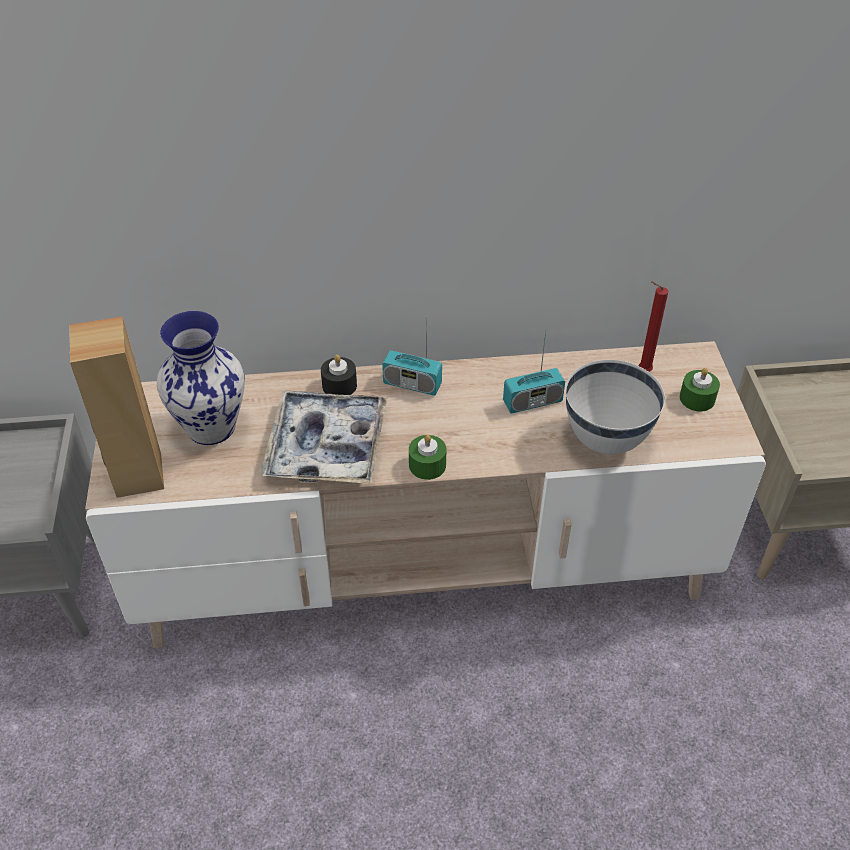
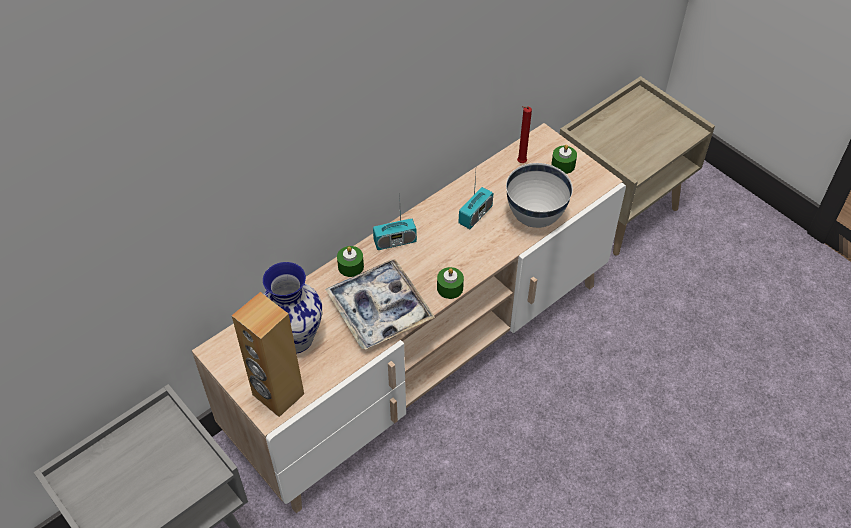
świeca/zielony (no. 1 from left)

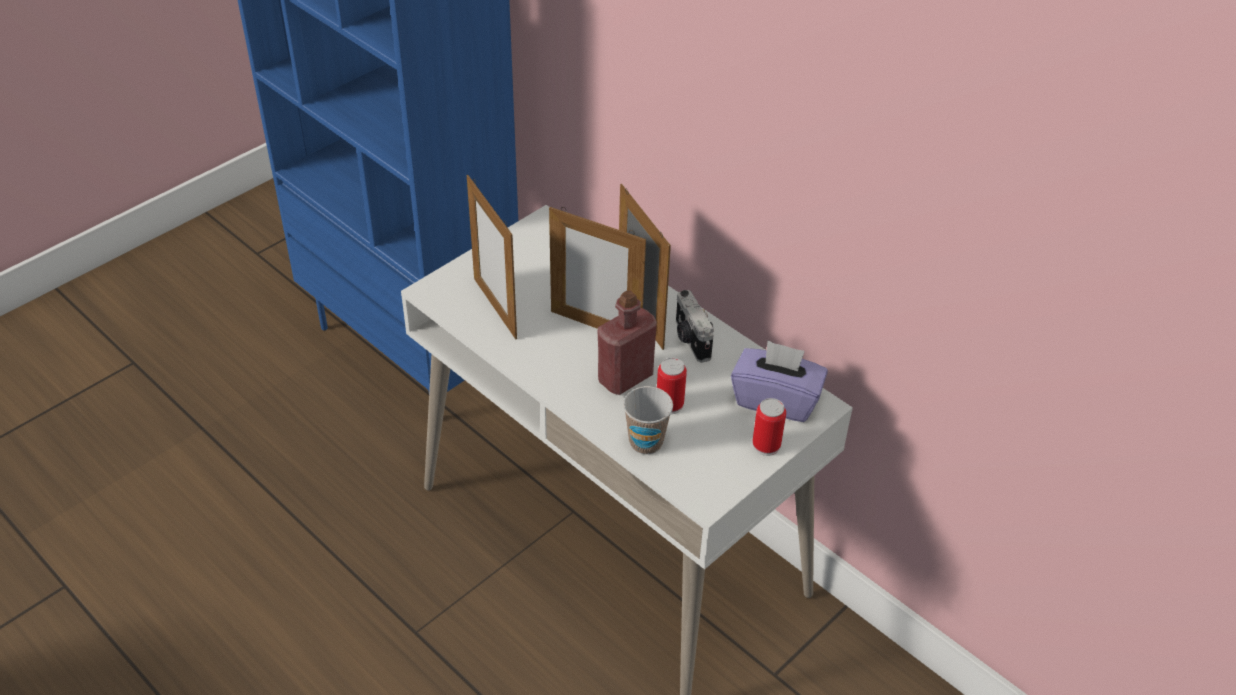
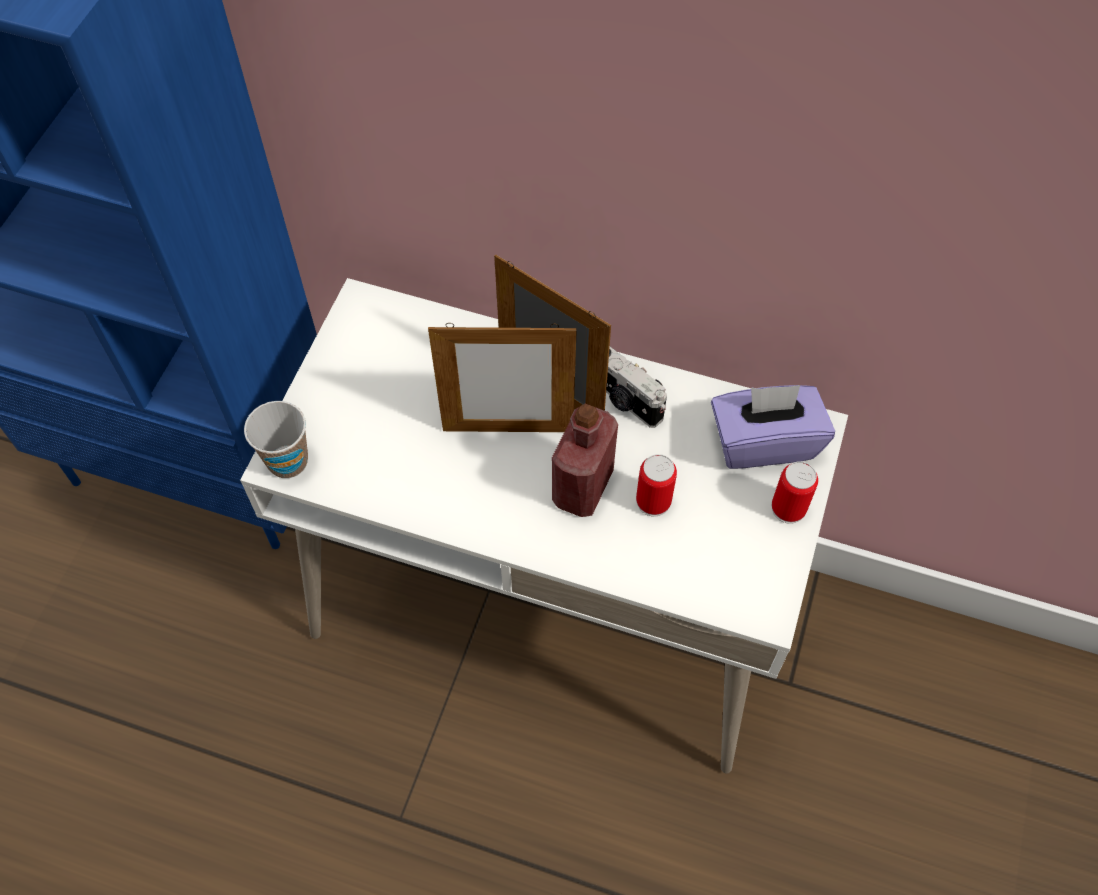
ramka na zdjęcie (no. 1 from left in the first image)
filiżanka

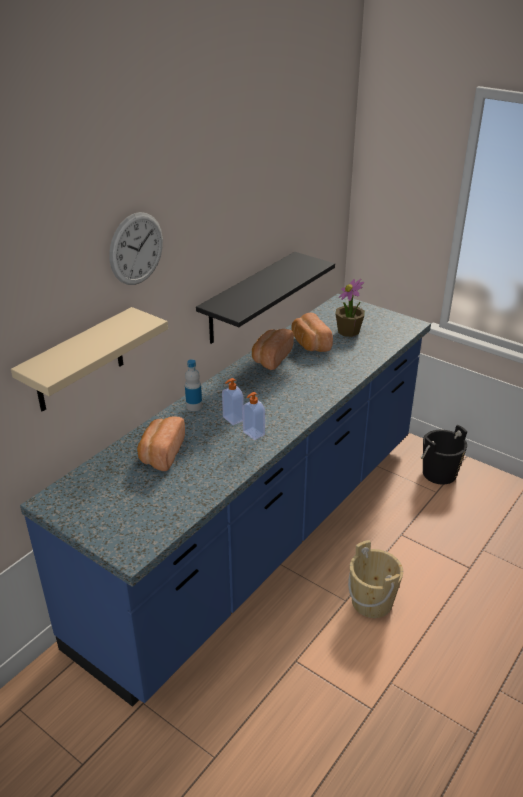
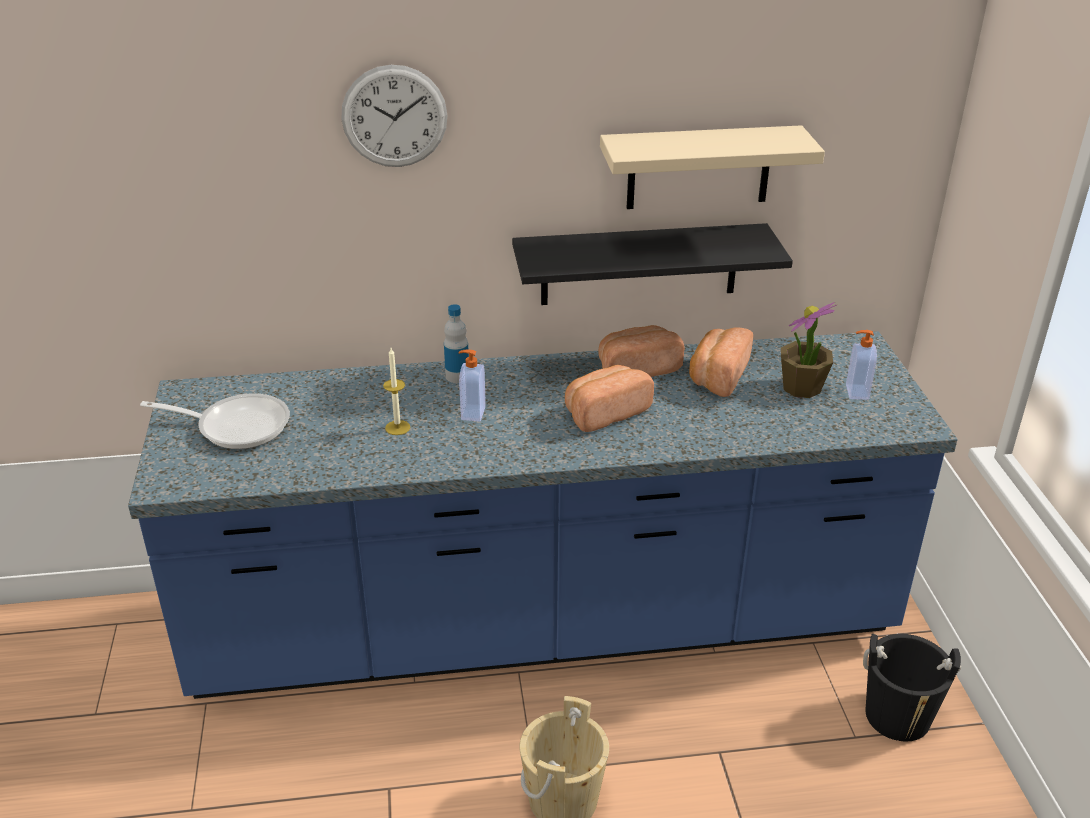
półka/beżowy
chleb (no. 1 from left)
dozownik mydła (no. 2 from left)
patelnia
świeca

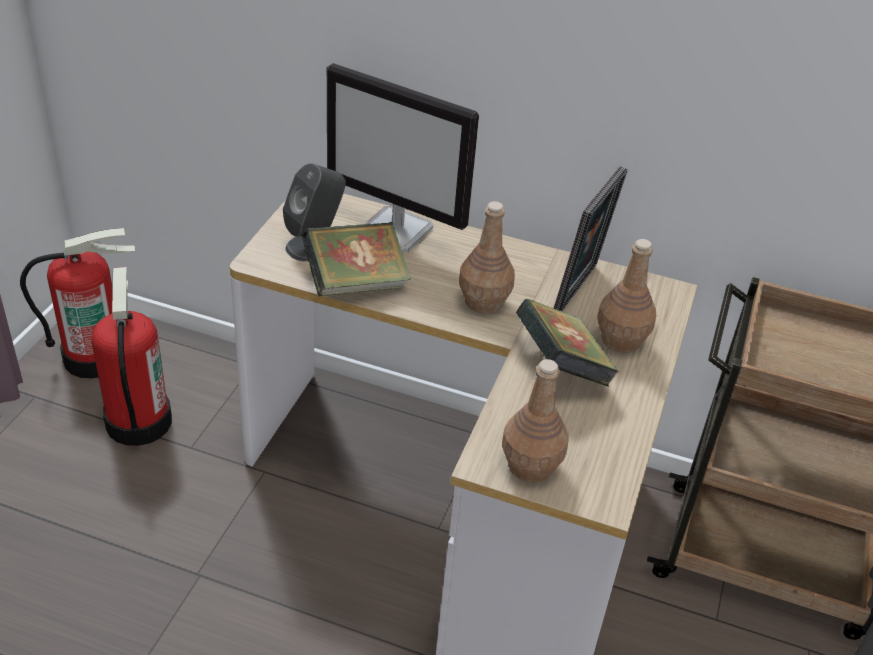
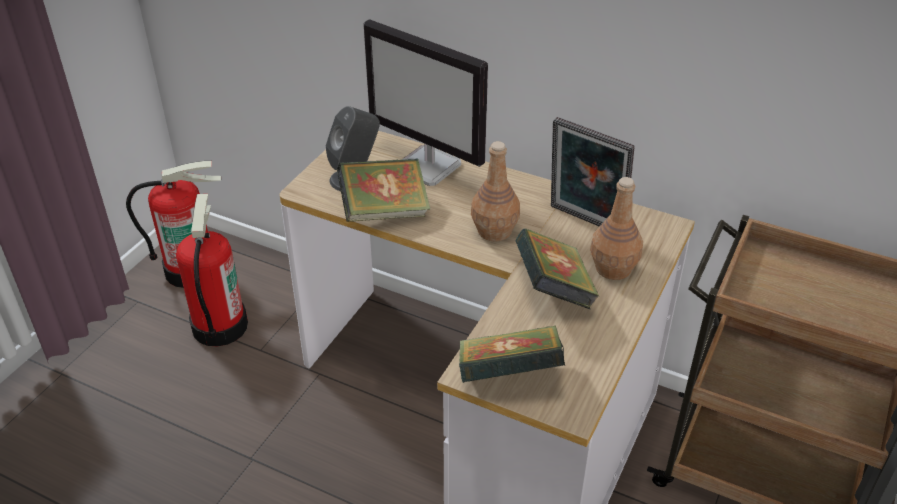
książka (no. 2 from left)
ramka na zdjęcie

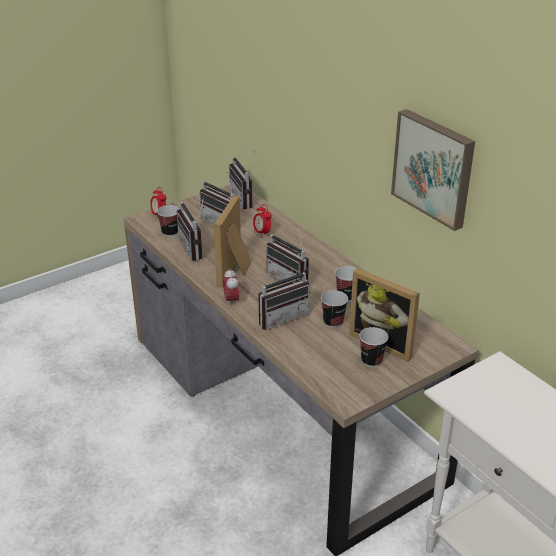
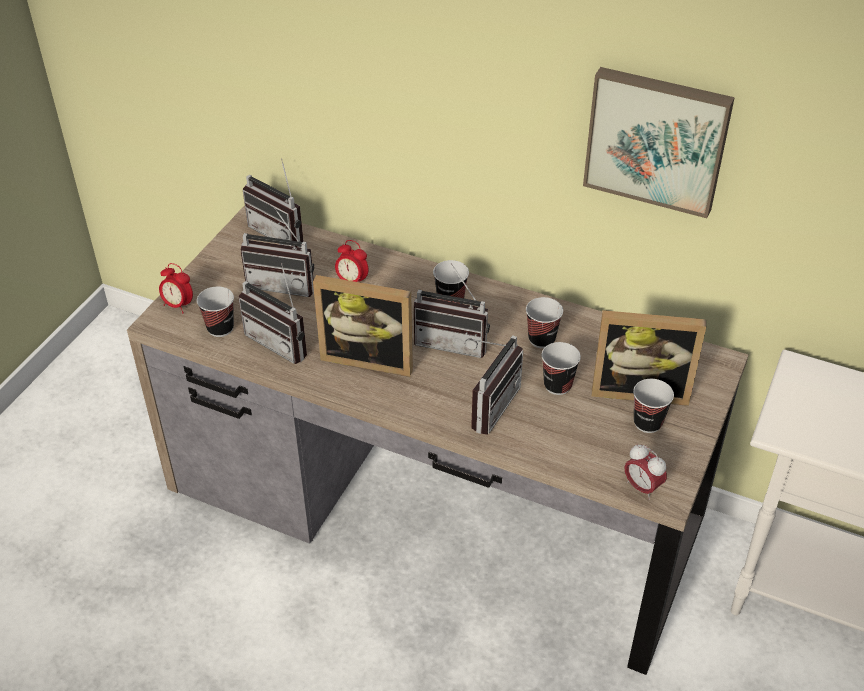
ramka na zdjęcie (no. 1 from left)
budzik (no. 3 from left)
filiżanka (no. 2 from left)

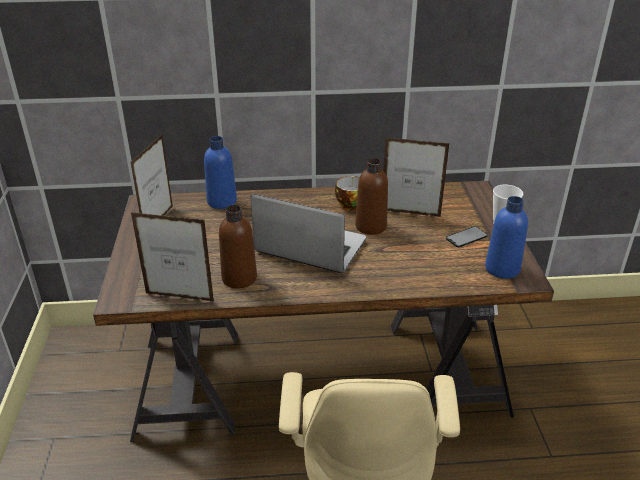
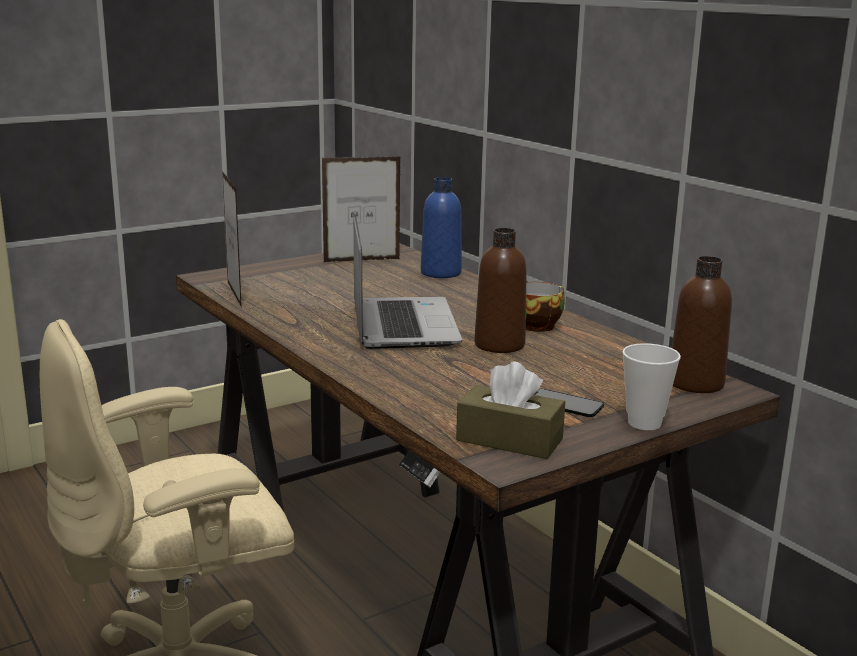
butelka/brązowy (no. 2 from left)
ramka na zdjęcie (no. 3 from left in the first image)
pudełko chusteczek/brązowy

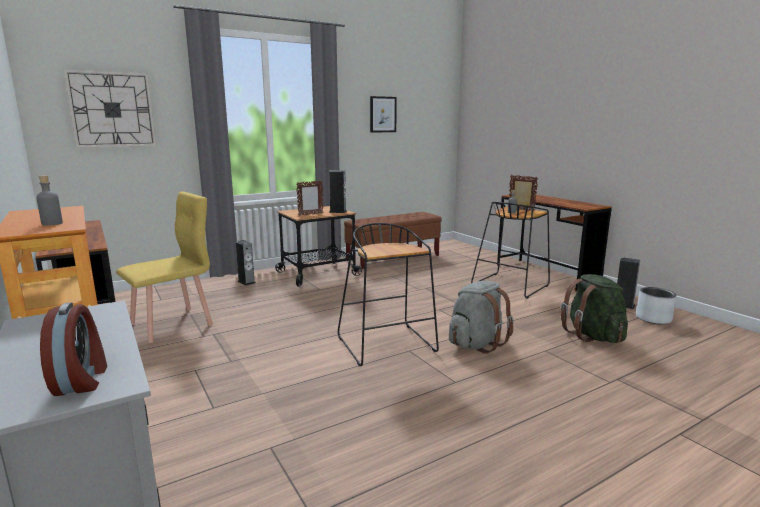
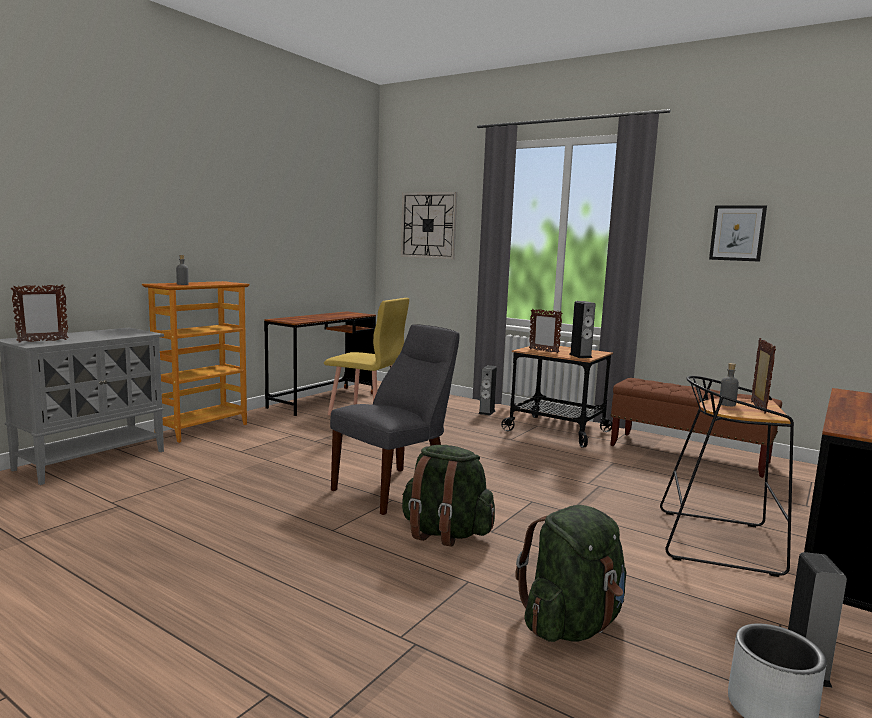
ramka na zdjęcie (no. 1 from left)
krzesło/szary
plecak/zielony (no. 1 from left)

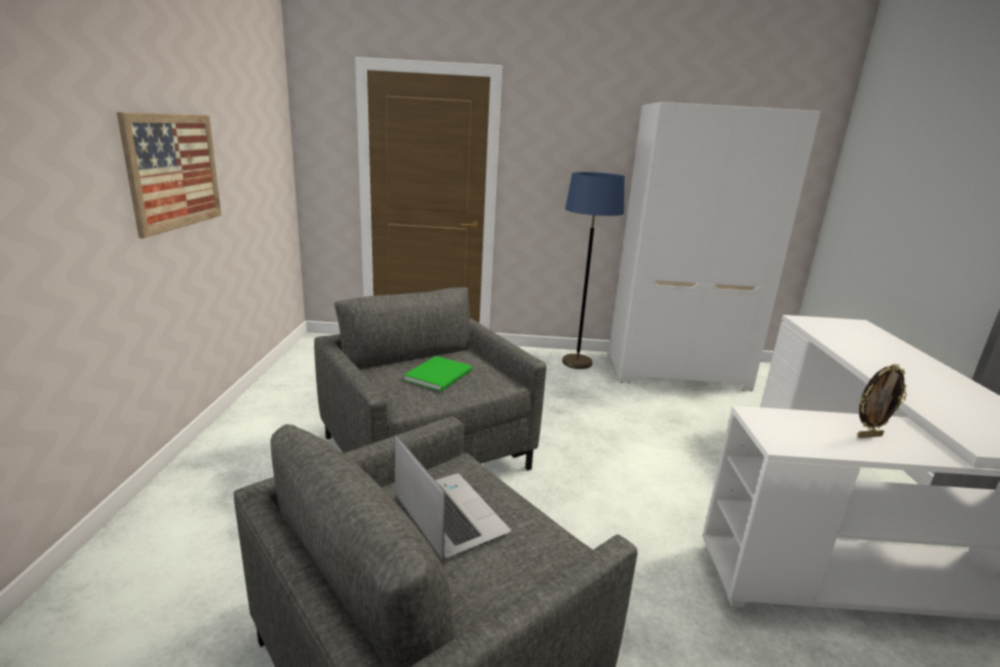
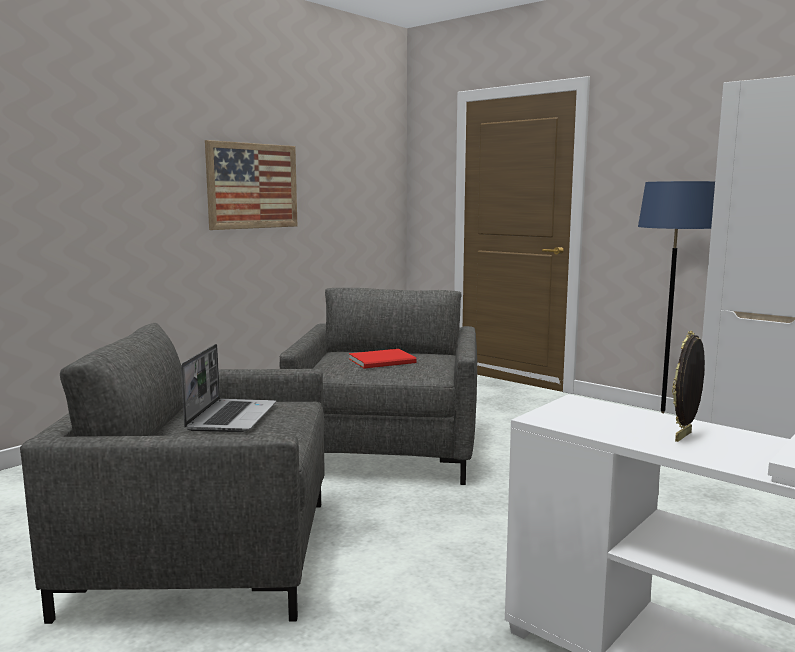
książka/czerwony
ramka na zdjęcie

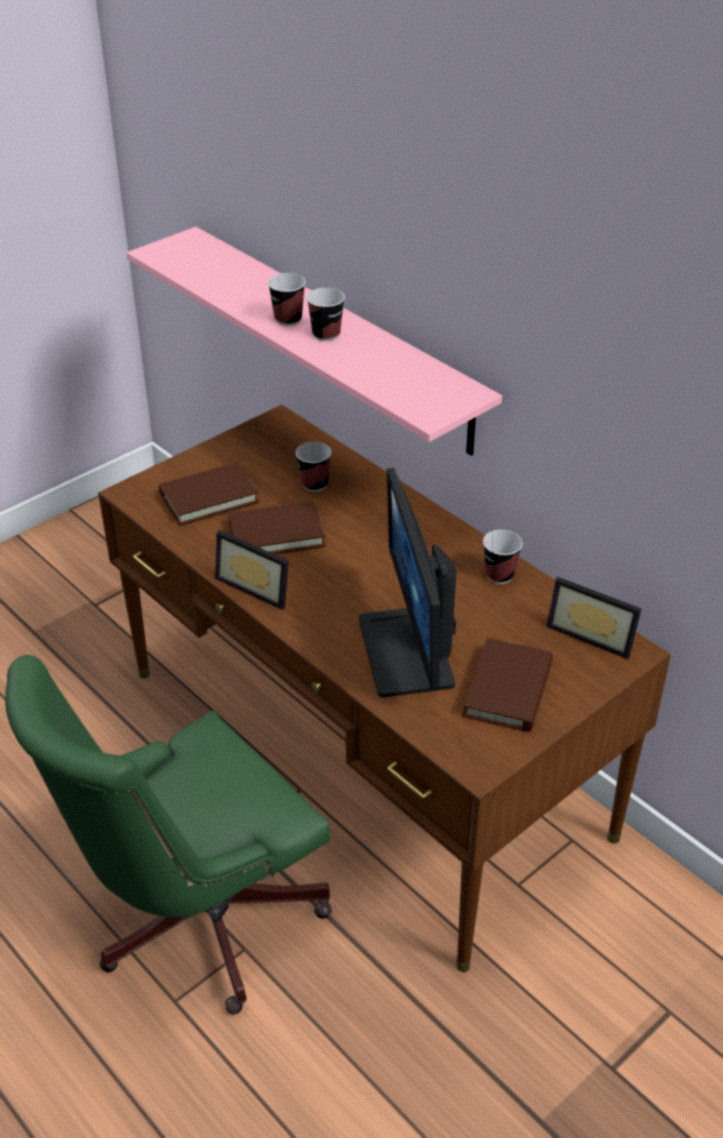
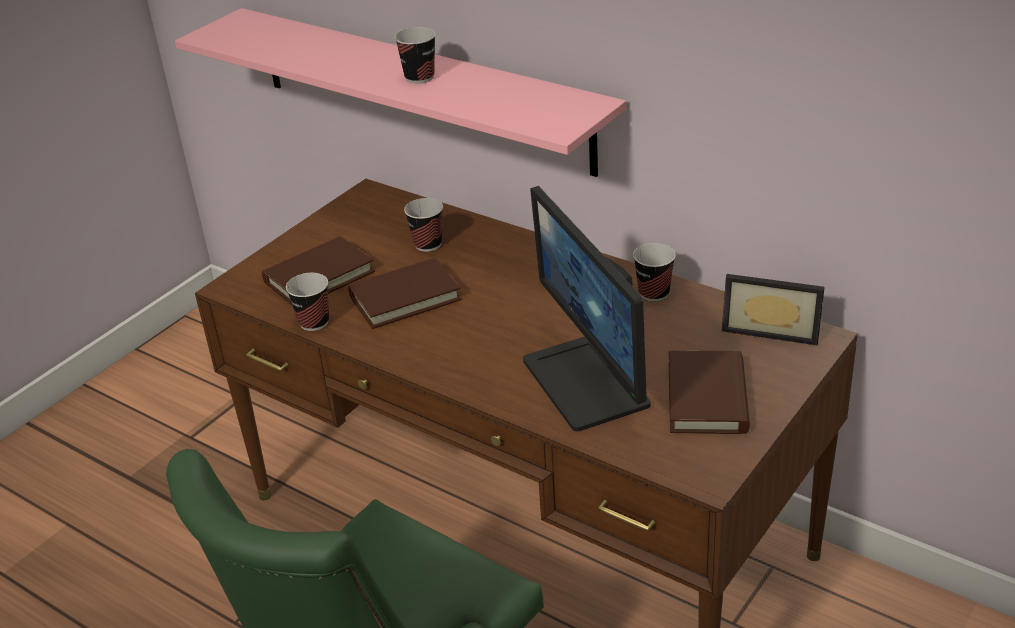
ramka na zdjęcie (no. 1 from left in the first image)
filiżanka (no. 1 from left)

